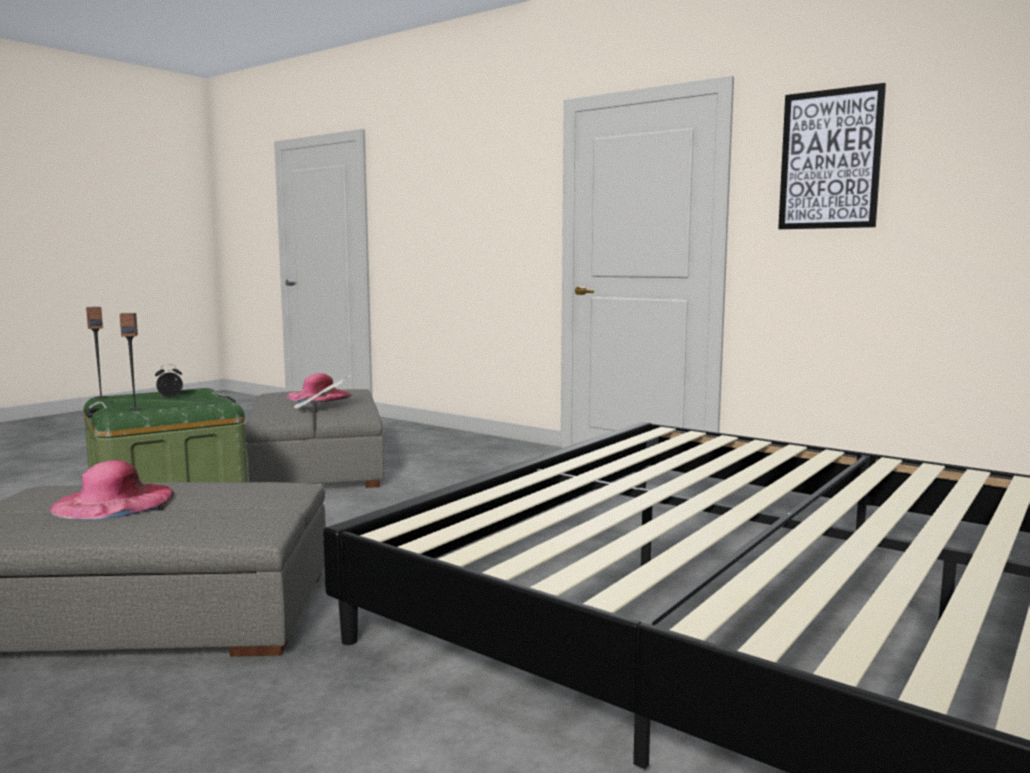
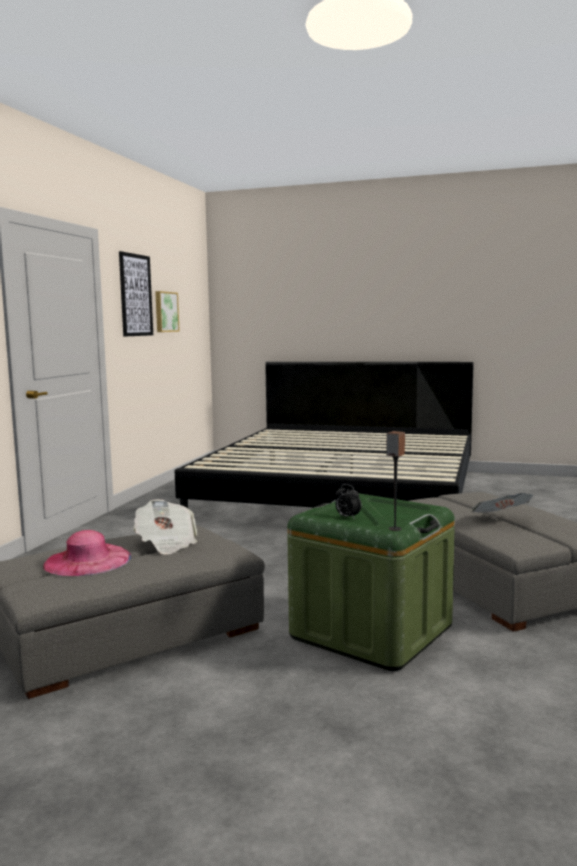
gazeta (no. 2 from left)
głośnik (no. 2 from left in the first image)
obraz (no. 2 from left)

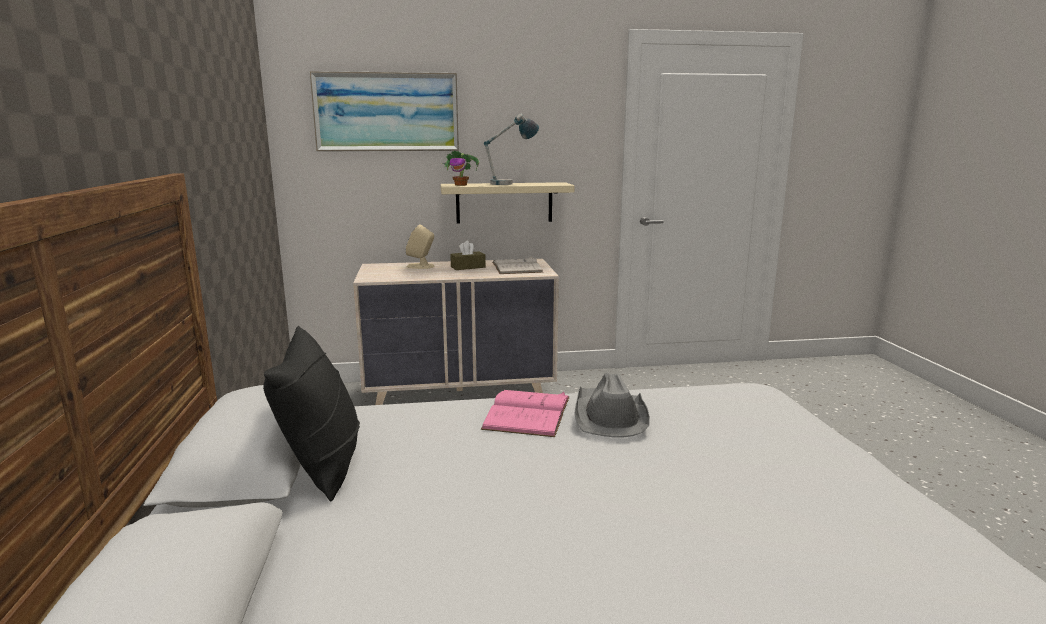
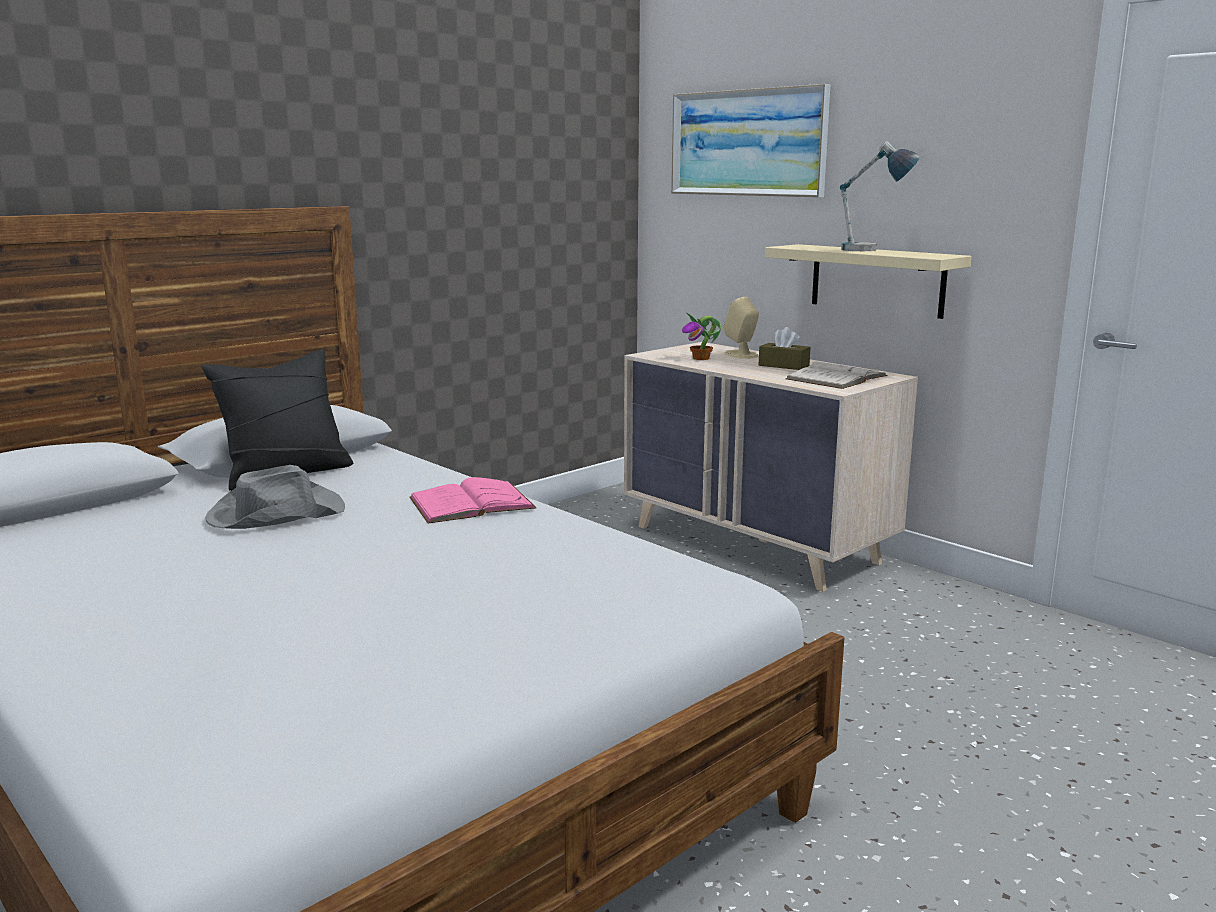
roślina doniczkowa
kapelusz/szary

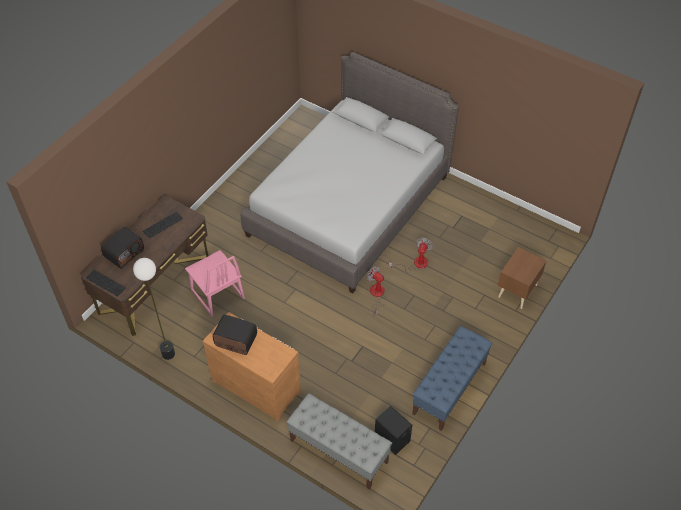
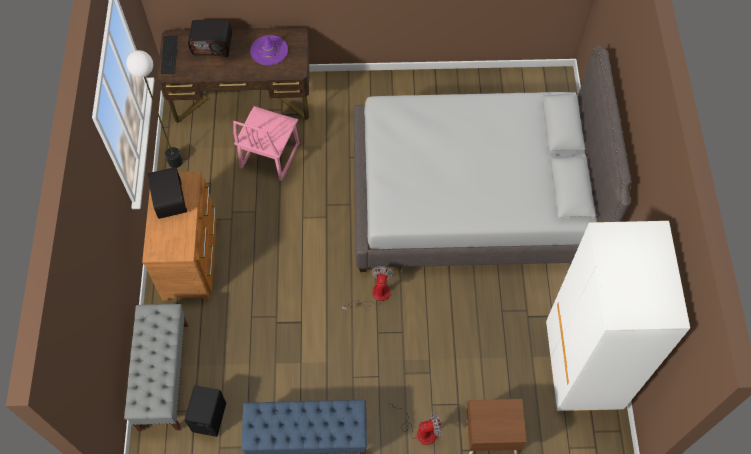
kapelusz/fioletowy
wentylator (no. 2 from left)
szafa/biały

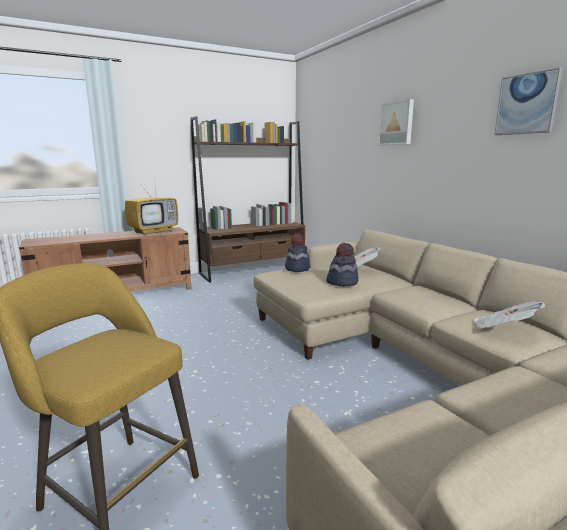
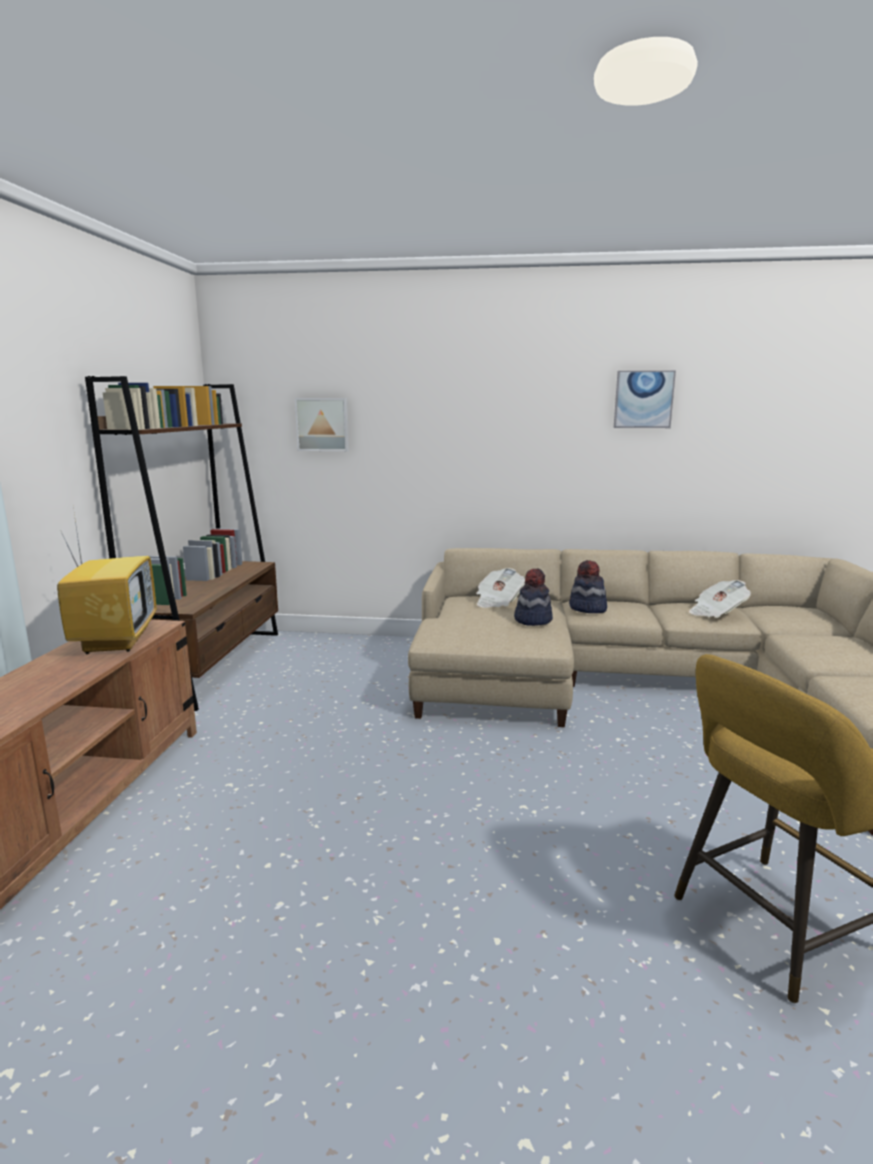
kapelusz (no. 2 from left)
obraz (no. 1 from left)

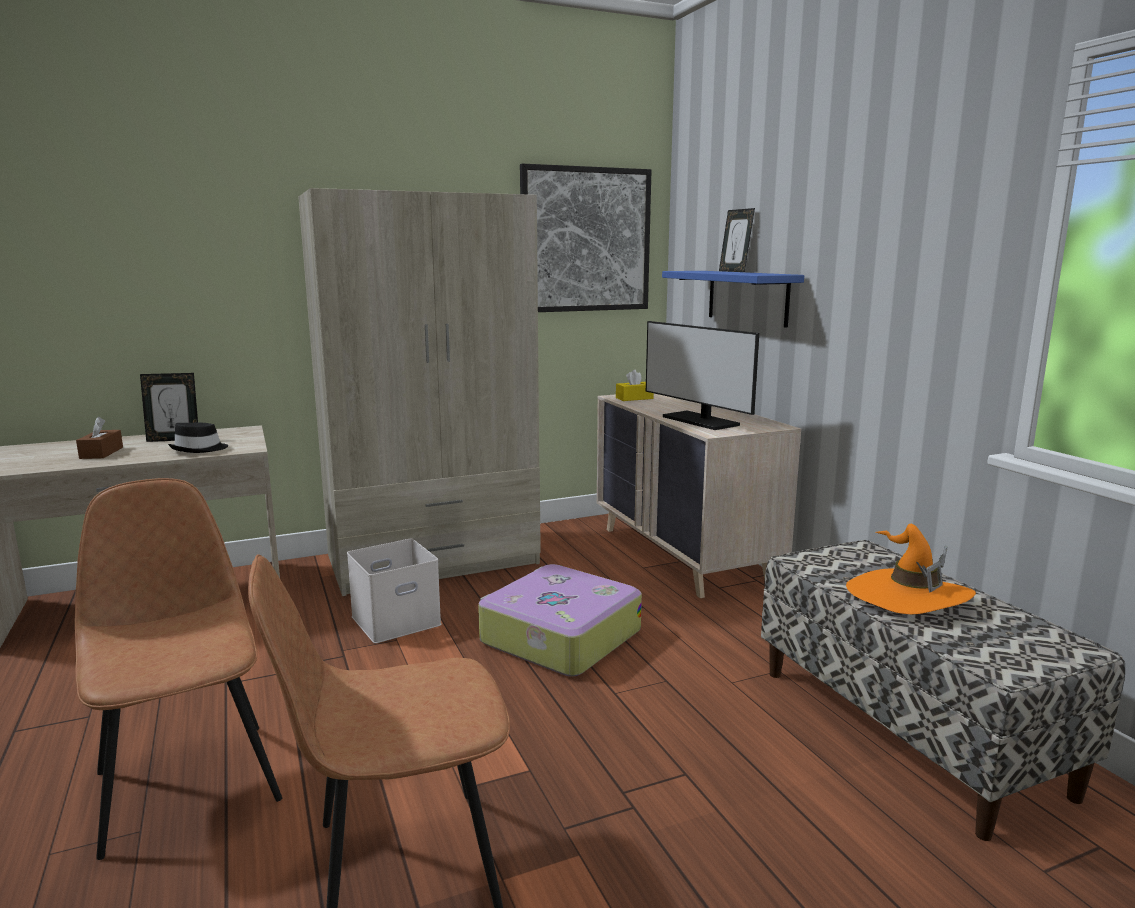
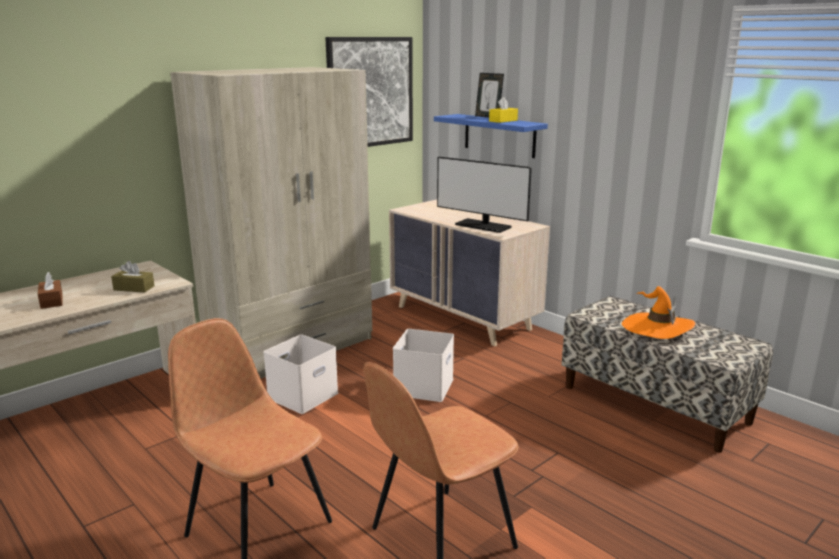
ramka na zdjęcie (no. 1 from left in the first image)
pudełko chusteczek/brązowy (no. 2 from left)
pojemnik do przechowywania/biały (no. 2 from left)
pudełko chusteczek/żółty

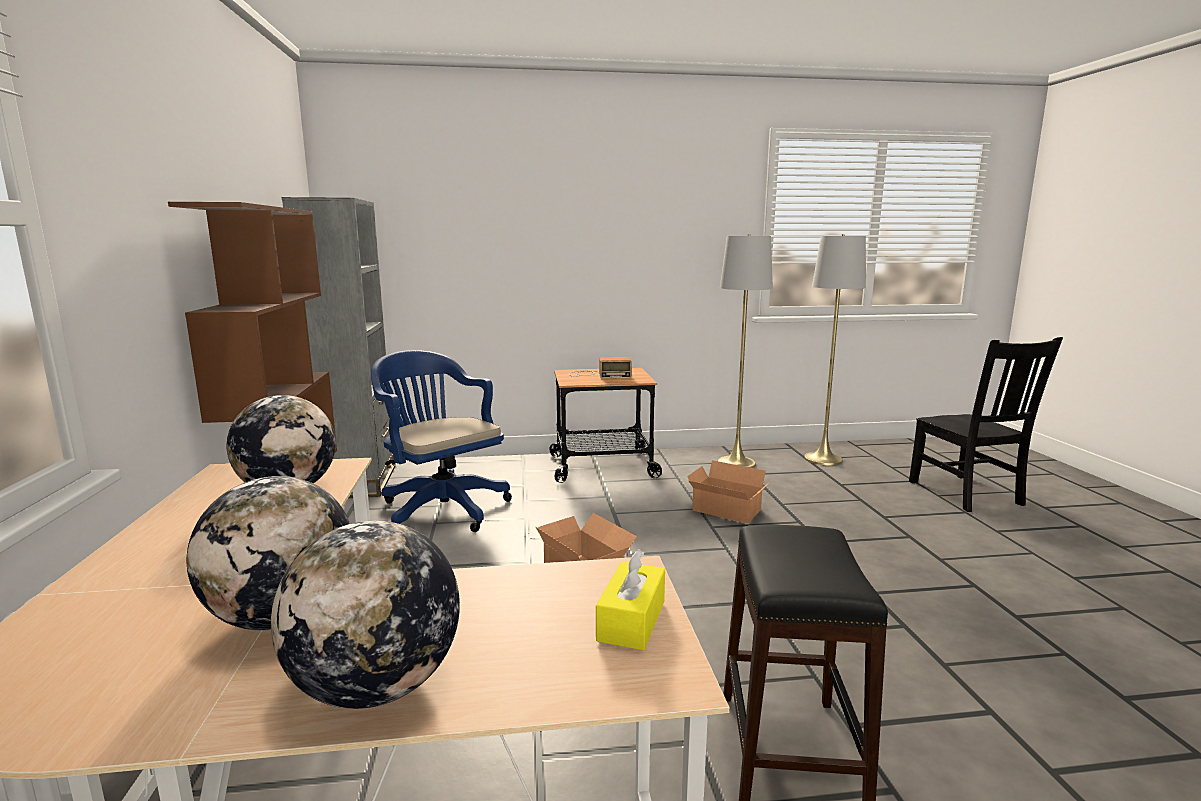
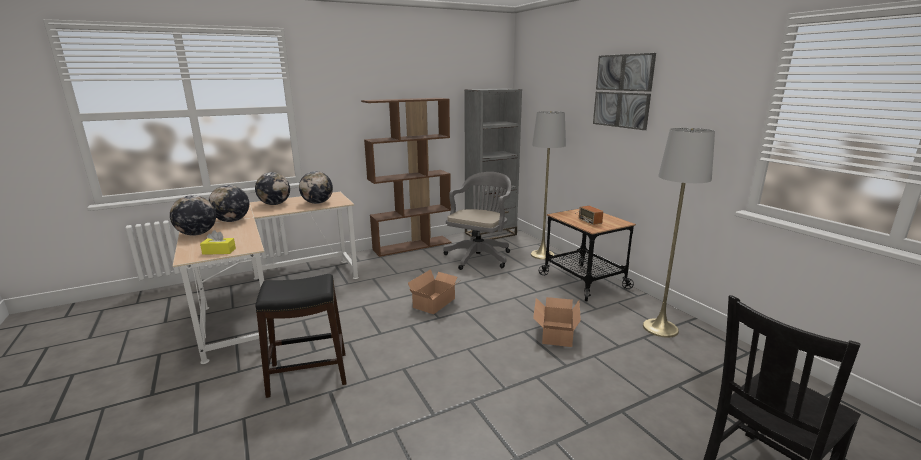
krzesło biurowe/szary
lampa stojąca/szary (no. 1 from left)
globus (no. 3 from left)
obraz

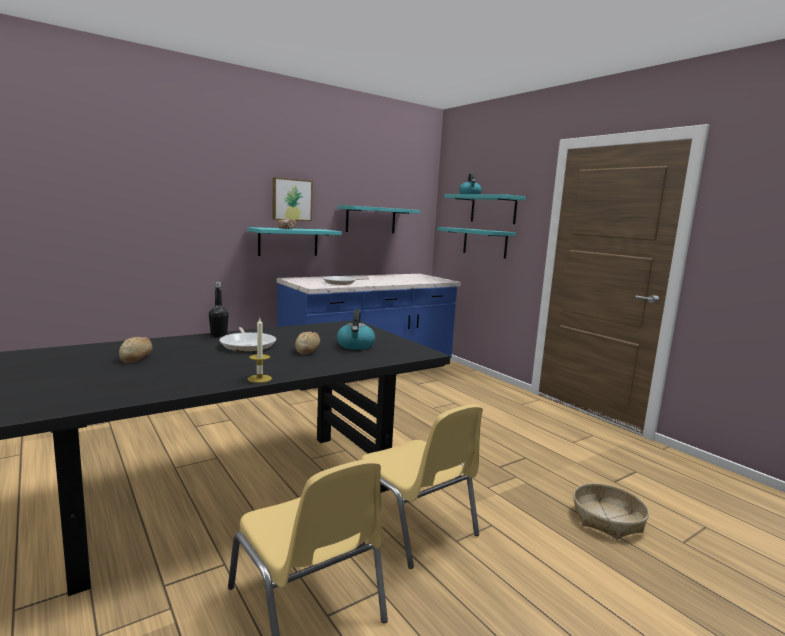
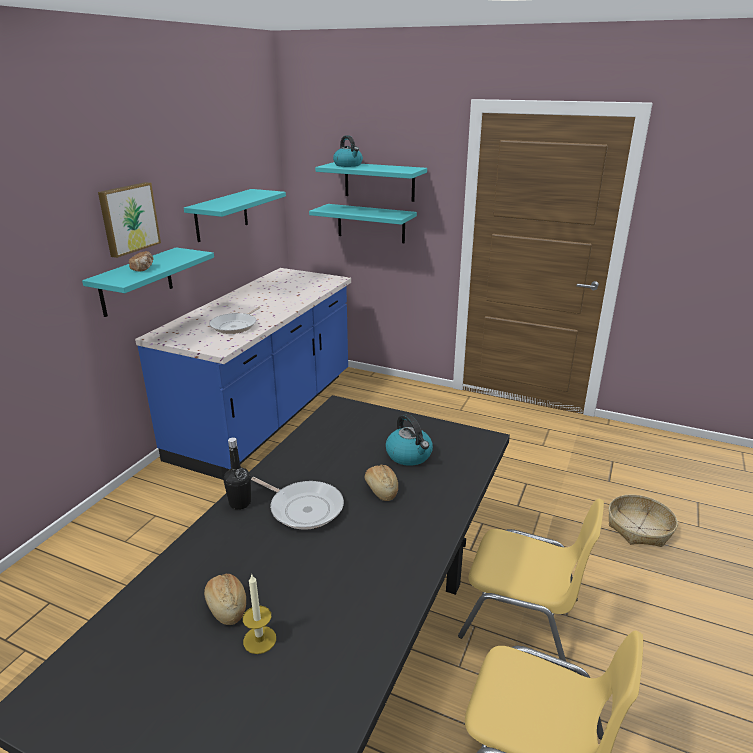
świeca

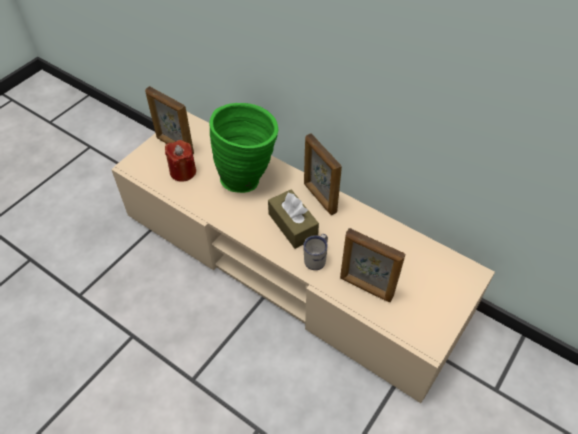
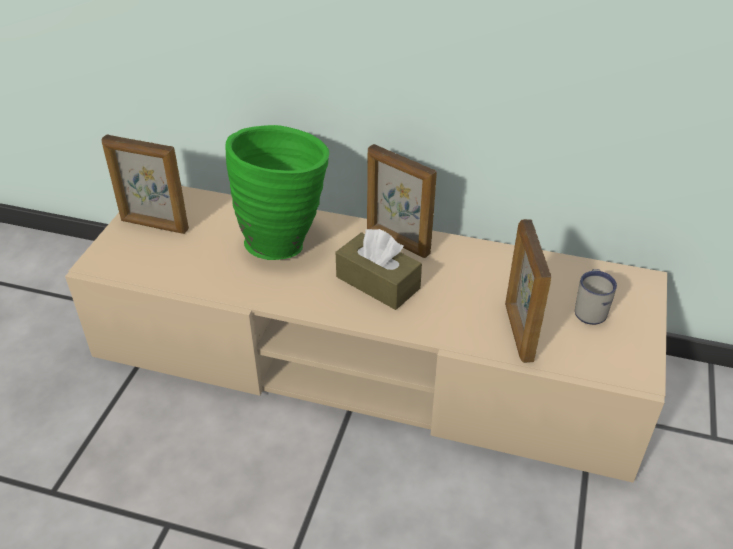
świeca/czerwony
kubek/biały
ramka na zdjęcie (no. 3 from left)

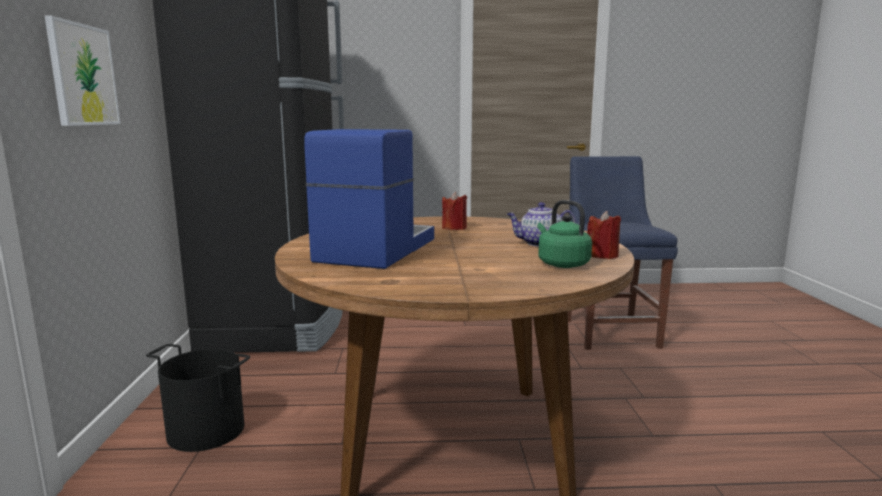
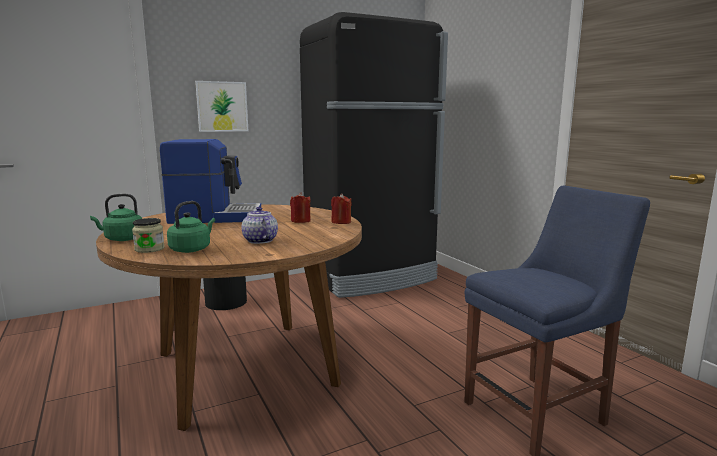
świeca/czerwony (no. 2 from left)
czajnik/zielony (no. 1 from left)
słoik

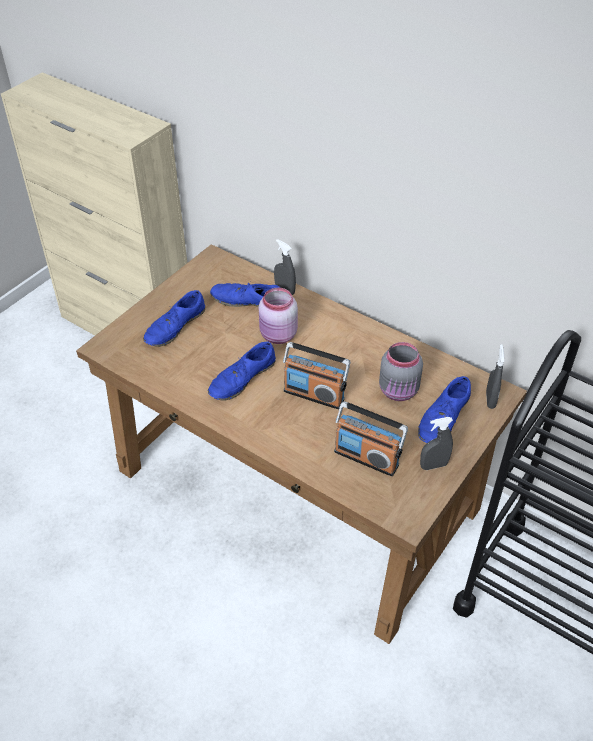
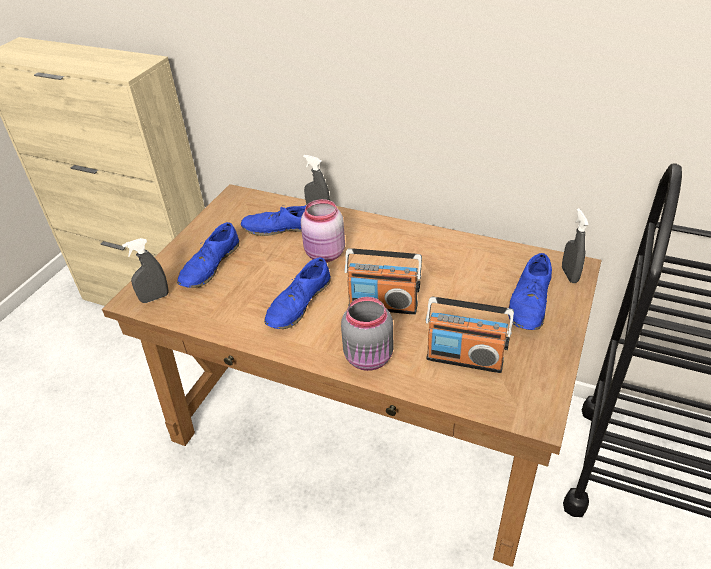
słoik/szary
spryskiwacz/szary (no. 1 from left)

